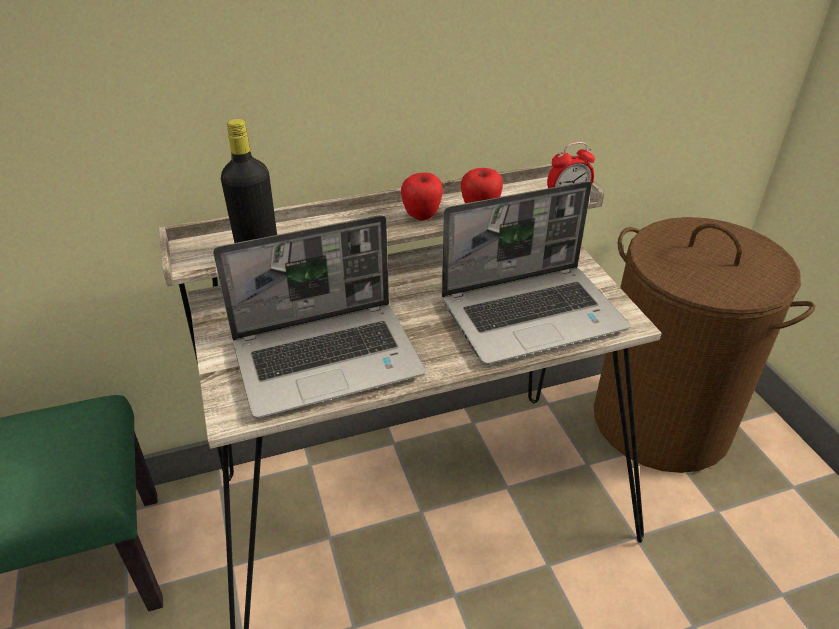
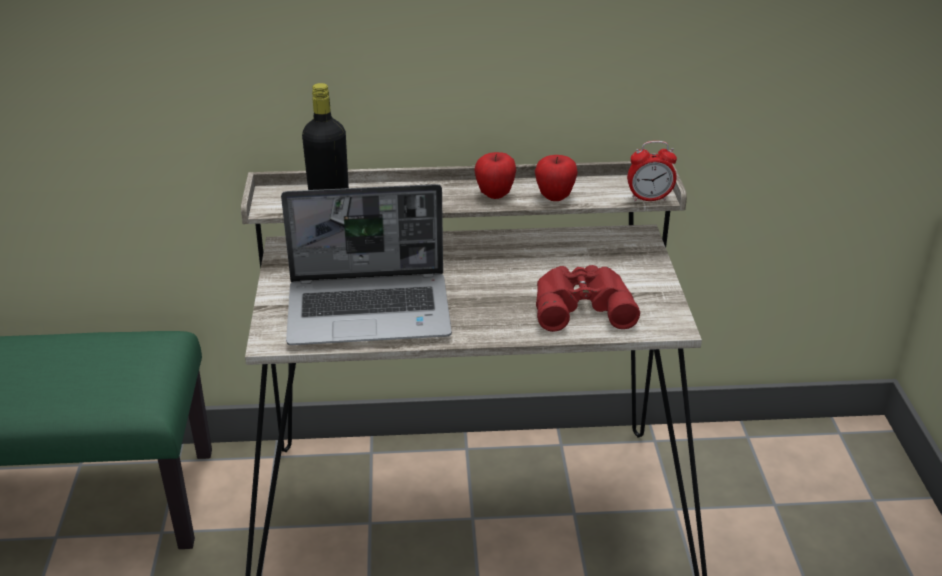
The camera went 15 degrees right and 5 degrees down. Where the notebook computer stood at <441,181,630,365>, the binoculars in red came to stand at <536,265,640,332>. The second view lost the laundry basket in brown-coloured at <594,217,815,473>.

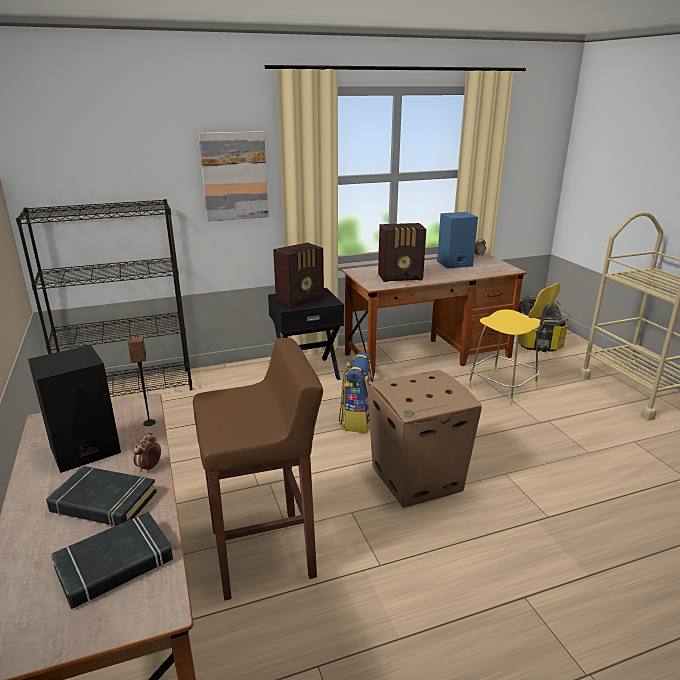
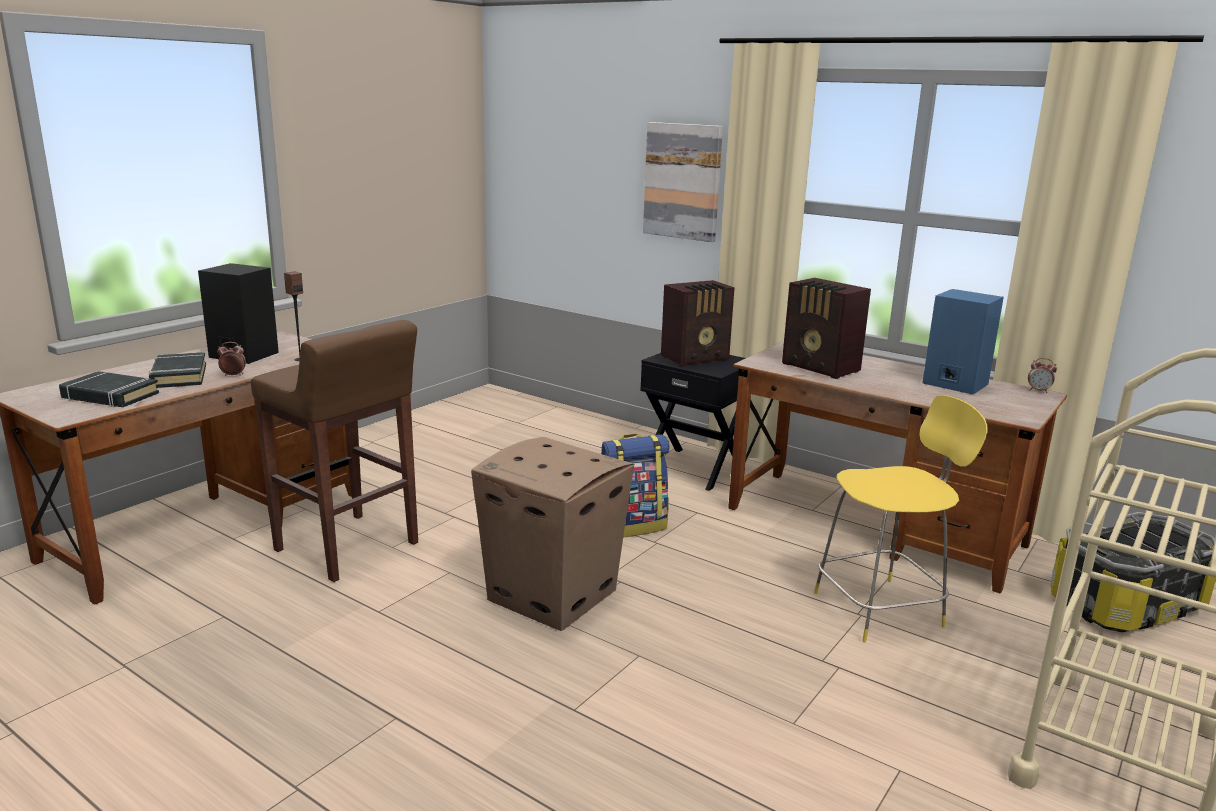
The camera went 55 degrees right and 5 degrees down. The second view lost the shelving unit in blackish at <16,199,193,397>. The radio set at <273,243,324,307> ended up facing another way, 45 degrees counterclockwise from before. The upright chair in yellowish at <468,283,560,405> ended up facing another way, 120 degrees counterclockwise from before.

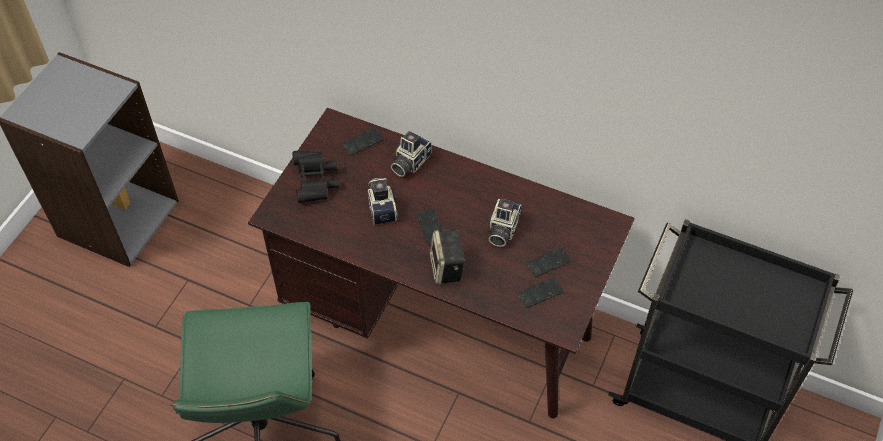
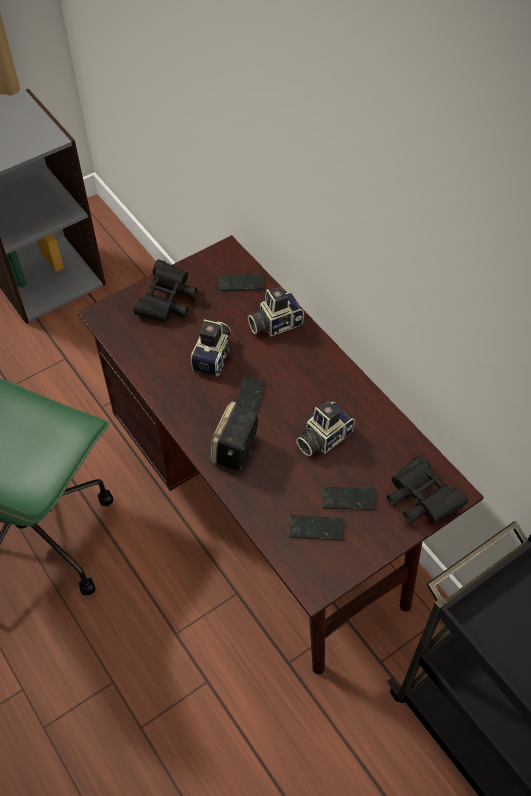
The camera went 30 degrees right and 0 degrees up. The second view gained the binoculars in blackish at <387,455,468,524>.

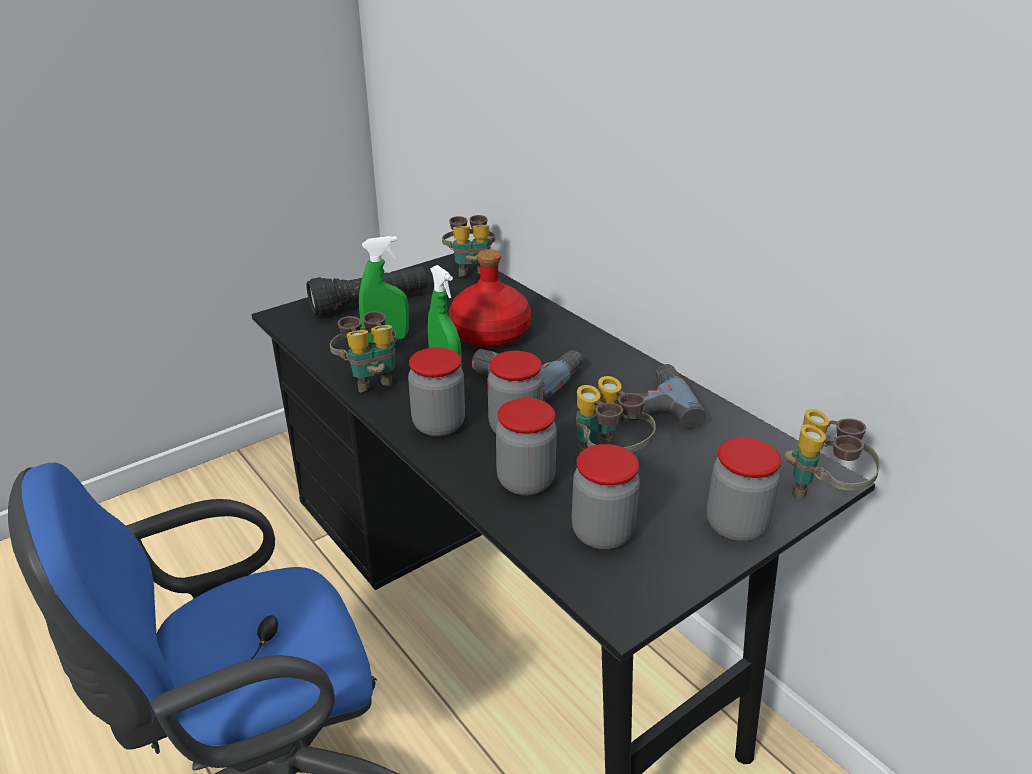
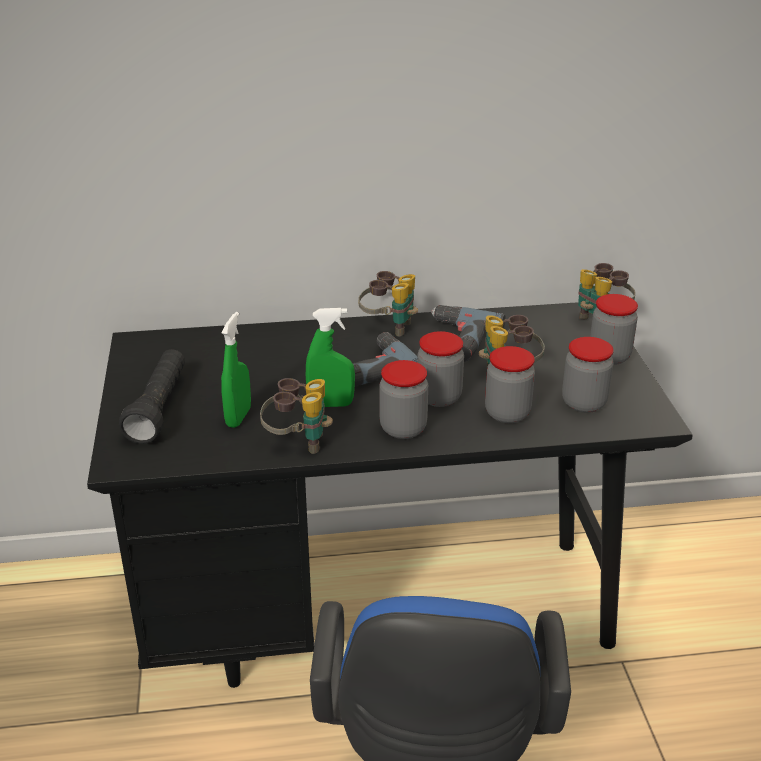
The camera went 60 degrees left and 0 degrees up. The binoculars ended up elsewhere, having gone from <442,215,495,277> to <359,271,418,336>. The second view lost the beverage bottle in red at <449,249,531,348>.

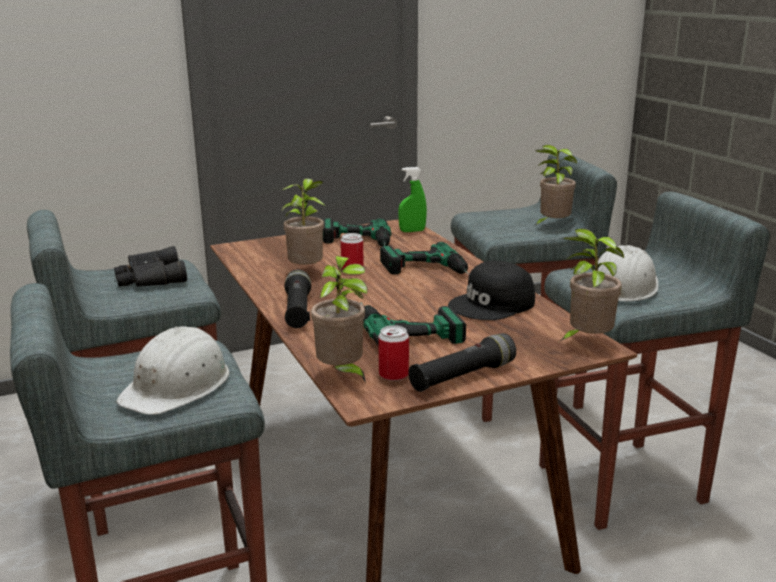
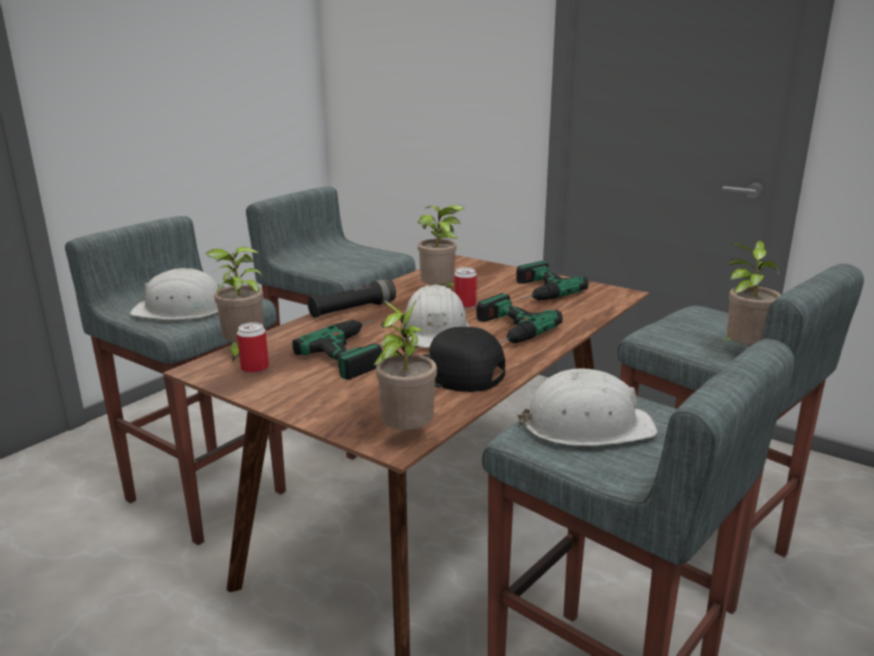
The camera went 60 degrees right and 0 degrees up. The second view lost the binoculars in blackish at <114,246,187,287>. The second view lost the spray bottle in green-coloured at <398,167,427,232>. The second view lost the torch in blackish at <408,333,516,392>. The second view gained the work helmet in whitish at <401,284,469,348>.

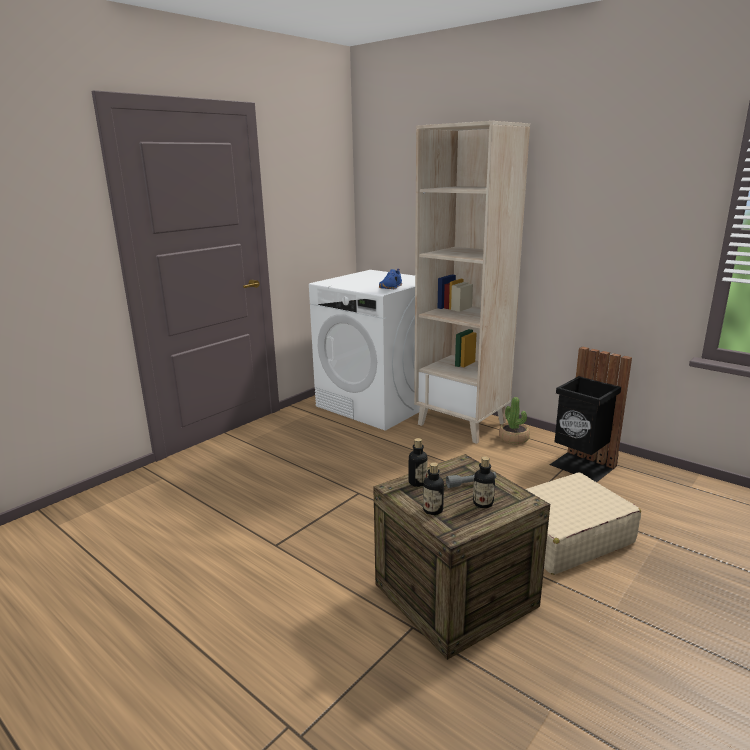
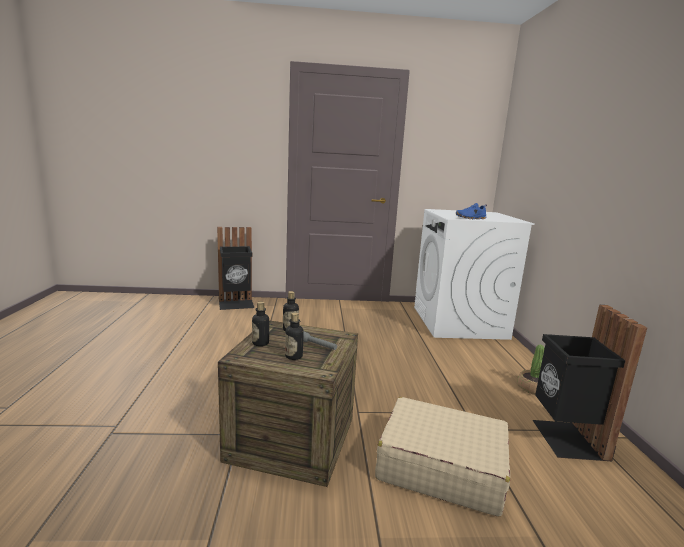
The camera went 45 degrees right and 5 degrees down. The second view lost the shelving unit in beige at <414,121,530,444>. The second view gained the waste bin in blackish at <217,227,254,310>.

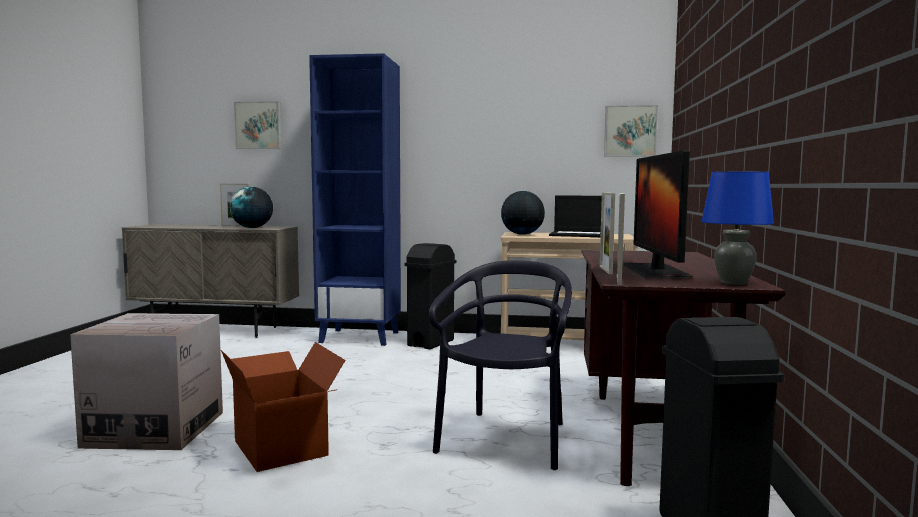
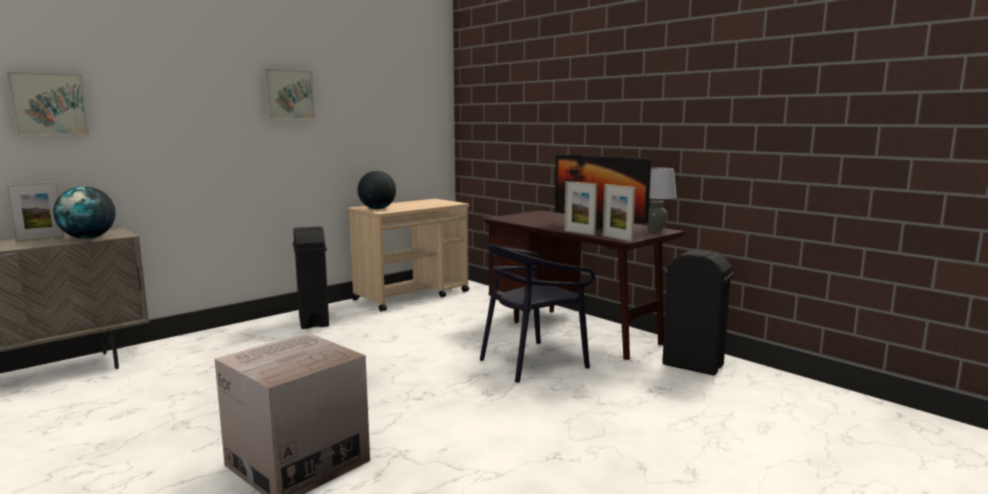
The camera went 50 degrees left and 5 degrees up. The second view lost the cardboard box at <221,342,345,472>. The second view lost the shelving unit in blue-coloured at <309,53,401,346>. The upright chair in blackish at <429,260,572,470> ended up facing another way, 90 degrees counterclockwise from before. The second view lost the notebook computer at <549,195,602,237>. The wall art ended up elsewhere, having gone from <604,105,658,157> to <264,69,315,119>. What was the lamp for a table in blue-coloured at <701,172,774,285> turned into the lamp for a table in gray at <646,167,677,232>.

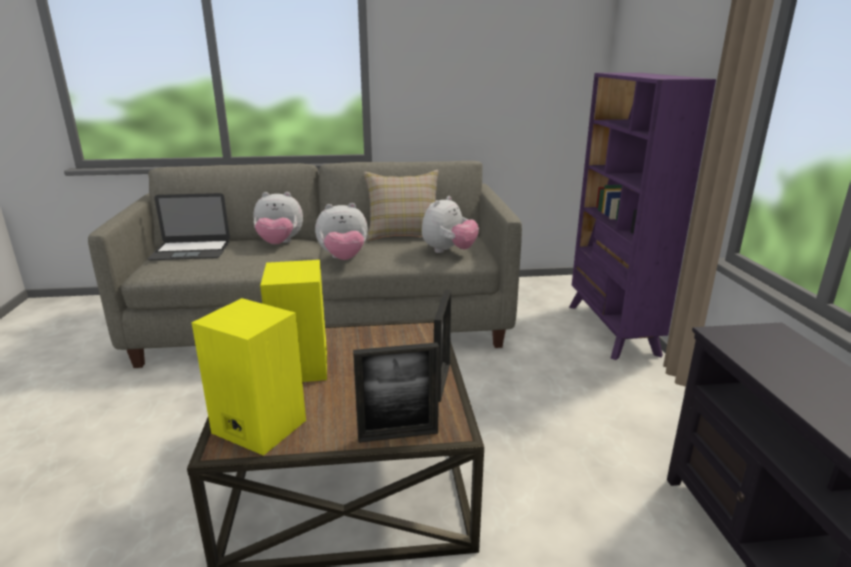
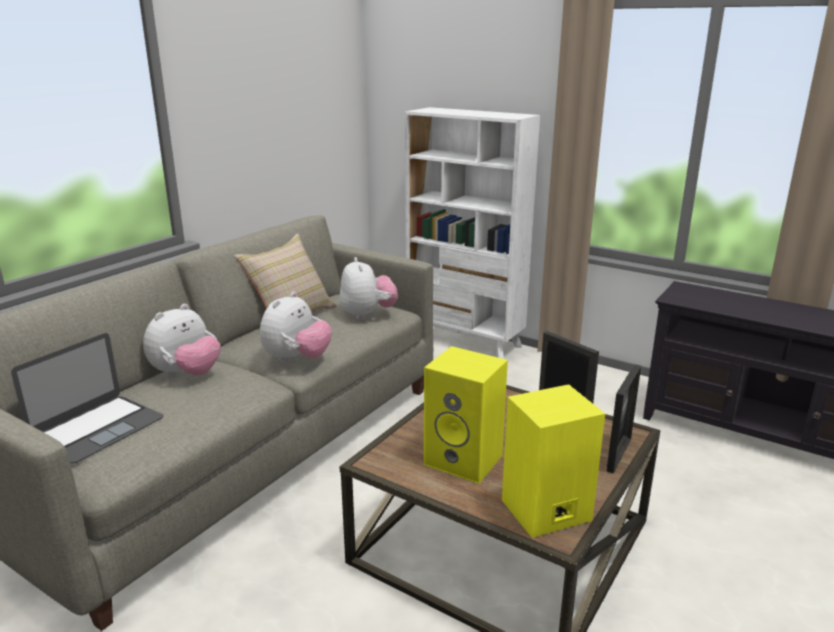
The camera went 50 degrees left and 0 degrees up. What was the shelving unit in purple at <569,73,716,360> turned into the shelving unit in whitish at <405,107,540,359>.

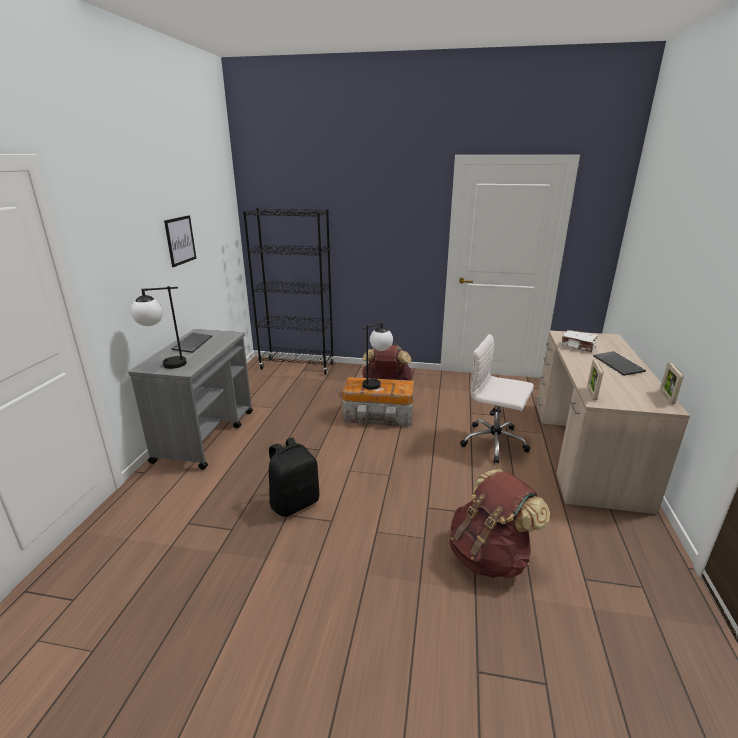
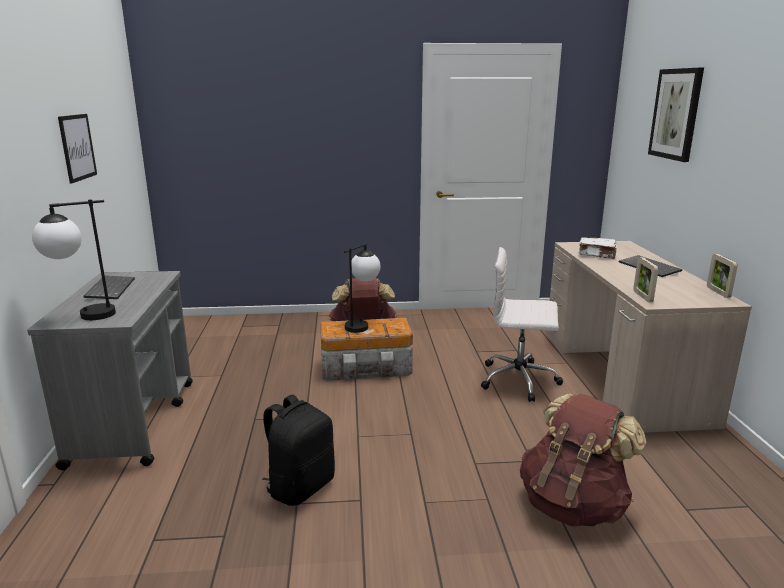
The camera went 15 degrees left and 5 degrees down. The second view lost the shelving unit in blackish at <243,208,334,374>. The second view gained the wall art at <648,68,704,162>.

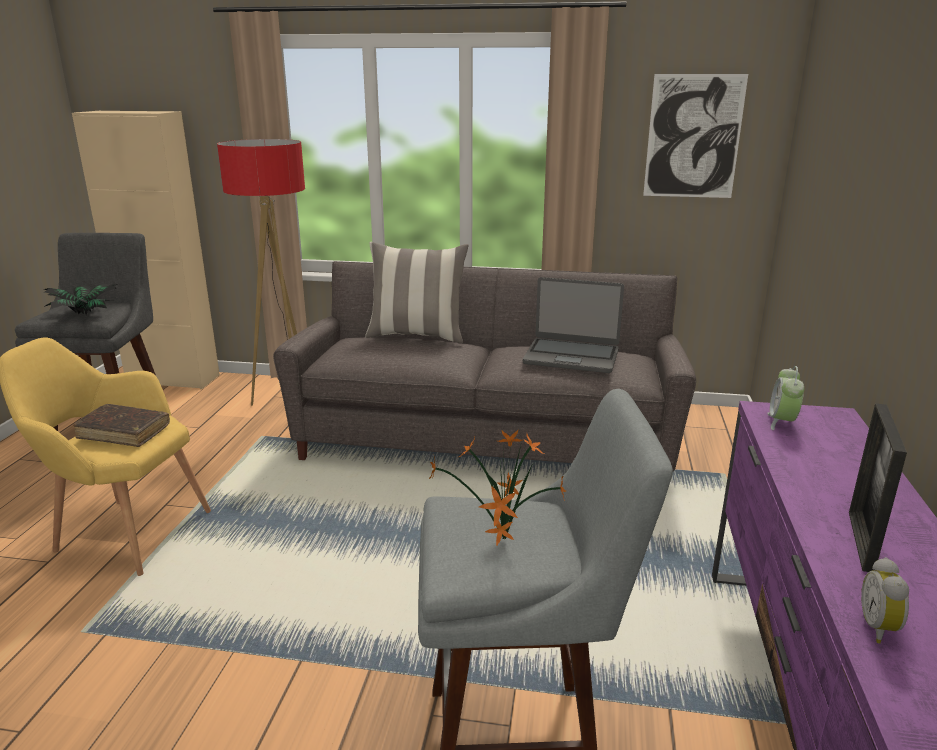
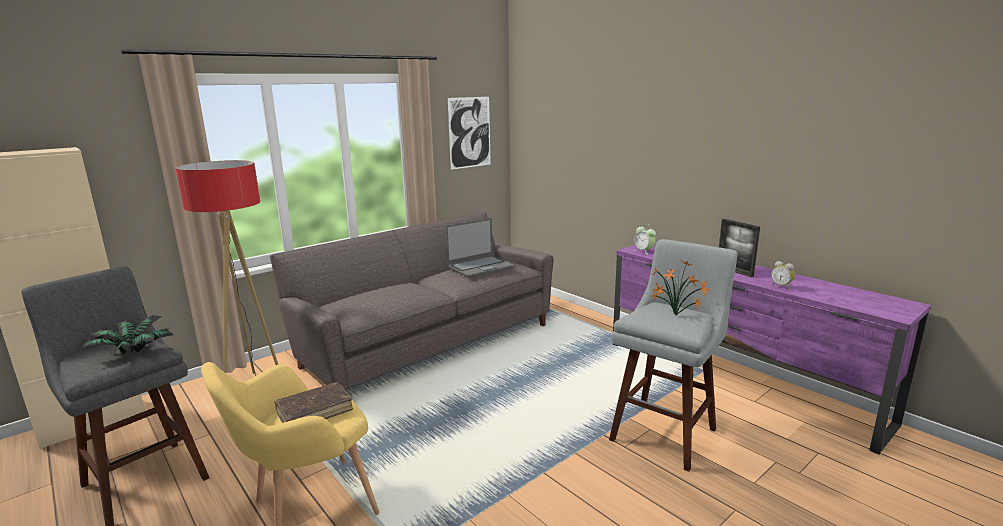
The camera went 50 degrees left and 5 degrees down. The second view lost the pillow at <365,242,468,343>.

